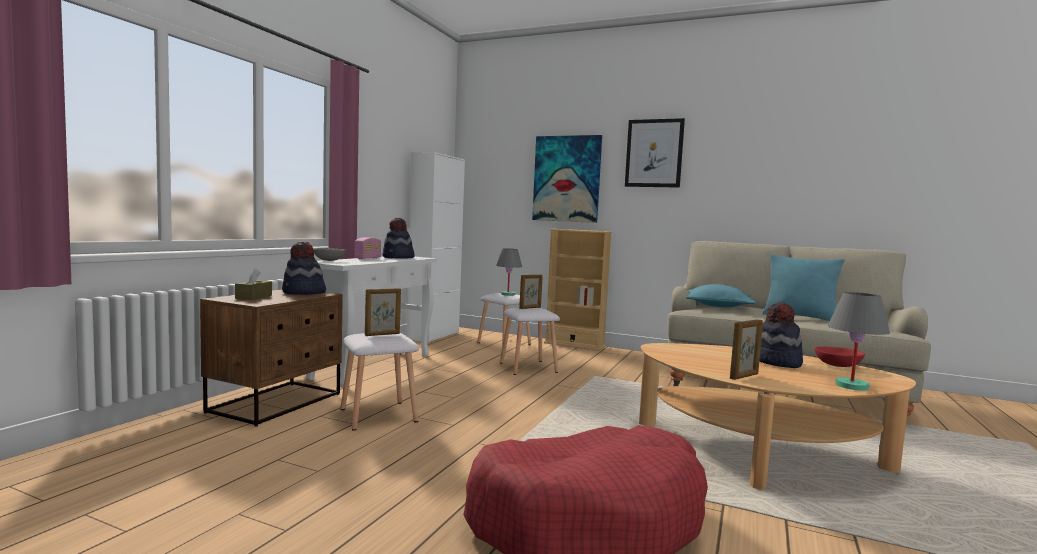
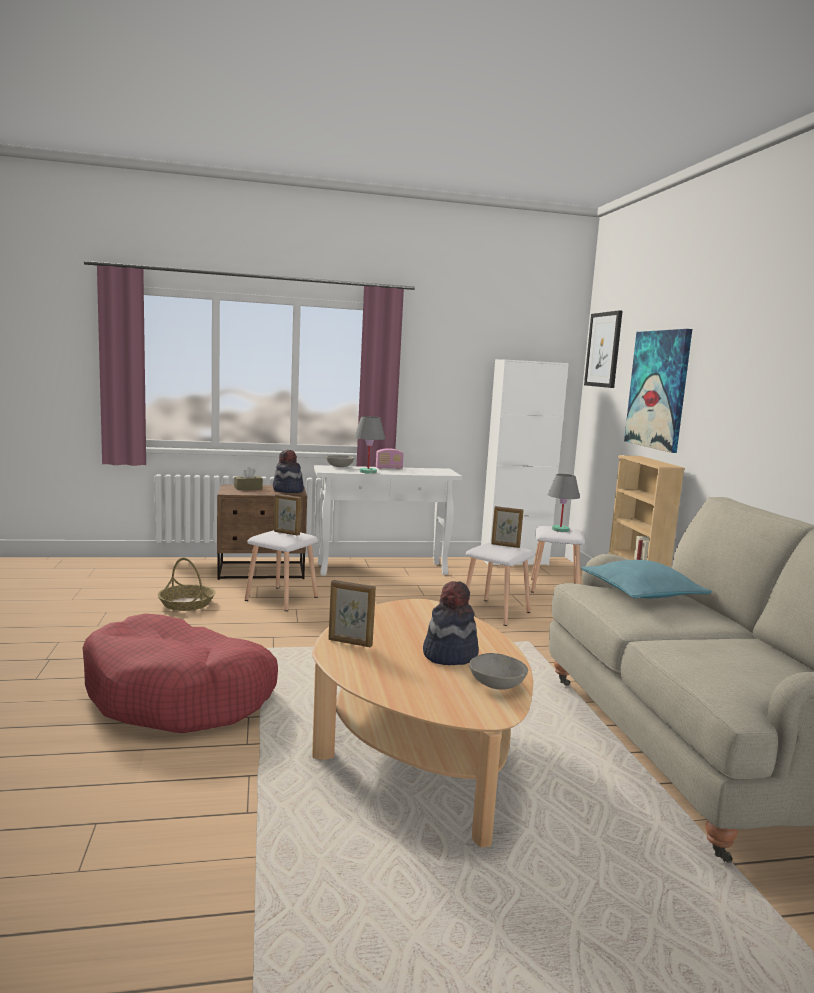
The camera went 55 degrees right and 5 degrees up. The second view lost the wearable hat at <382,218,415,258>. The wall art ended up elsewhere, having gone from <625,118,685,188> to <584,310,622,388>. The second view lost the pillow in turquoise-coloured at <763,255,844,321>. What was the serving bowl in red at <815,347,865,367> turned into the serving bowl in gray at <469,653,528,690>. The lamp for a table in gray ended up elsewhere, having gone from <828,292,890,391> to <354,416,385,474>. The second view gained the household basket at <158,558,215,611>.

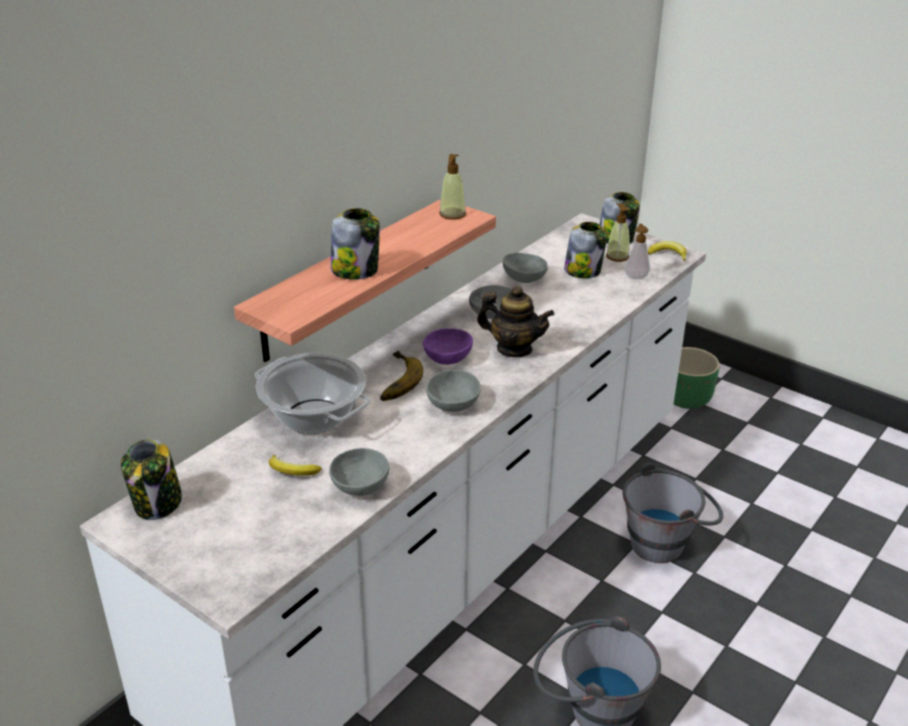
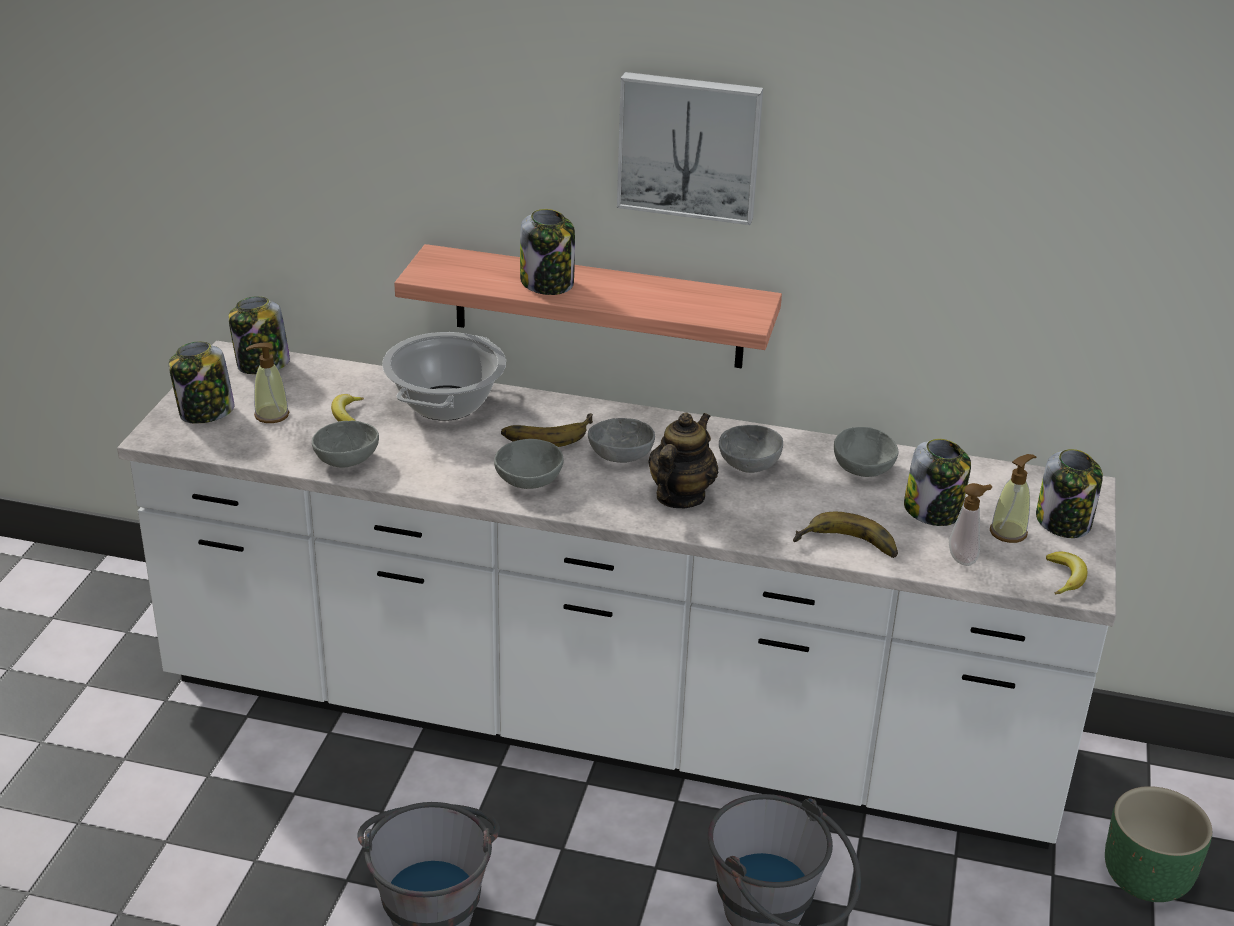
The camera went 65 degrees right and 0 degrees up. What was the serving bowl in purple at <423,328,473,365> turned into the serving bowl in gray at <588,418,655,463>. The liquid soap bottle ended up elsewhere, having gone from <439,154,466,220> to <246,342,289,423>. The teapot at <477,286,554,357> ended up facing another way, 150 degrees counterclockwise from before. The second view gained the jar at <169,341,235,424>. The second view gained the wall art at <617,72,763,225>. The second view gained the banana at <793,512,898,558>.

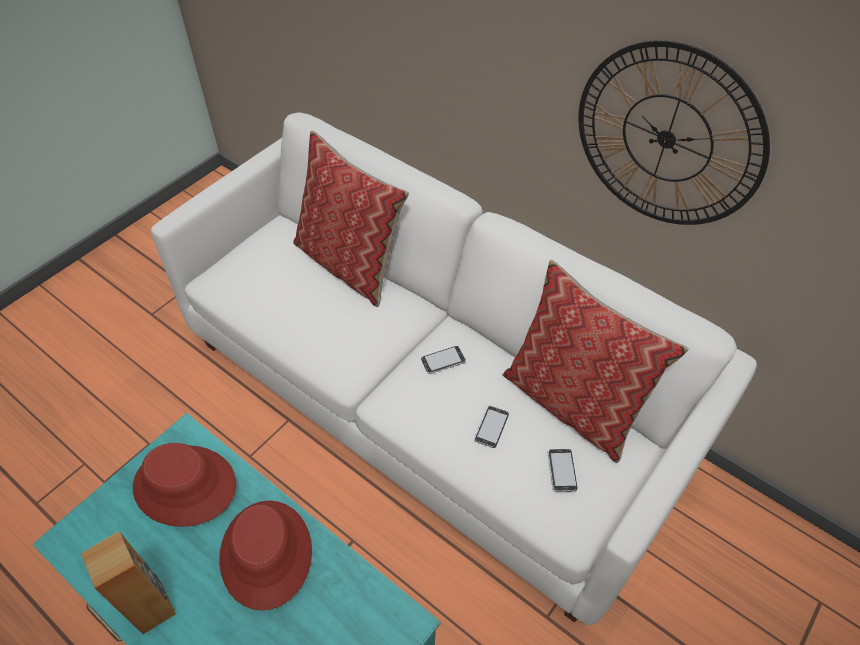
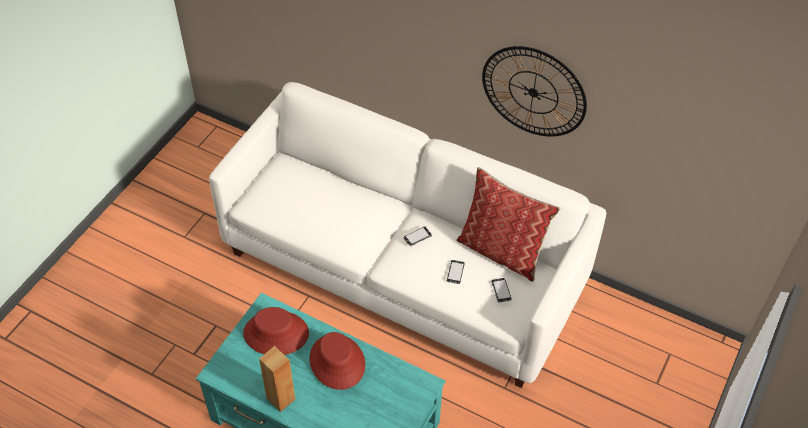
The camera went 10 degrees left and 0 degrees up. The second view lost the pillow at <293,131,409,307>.

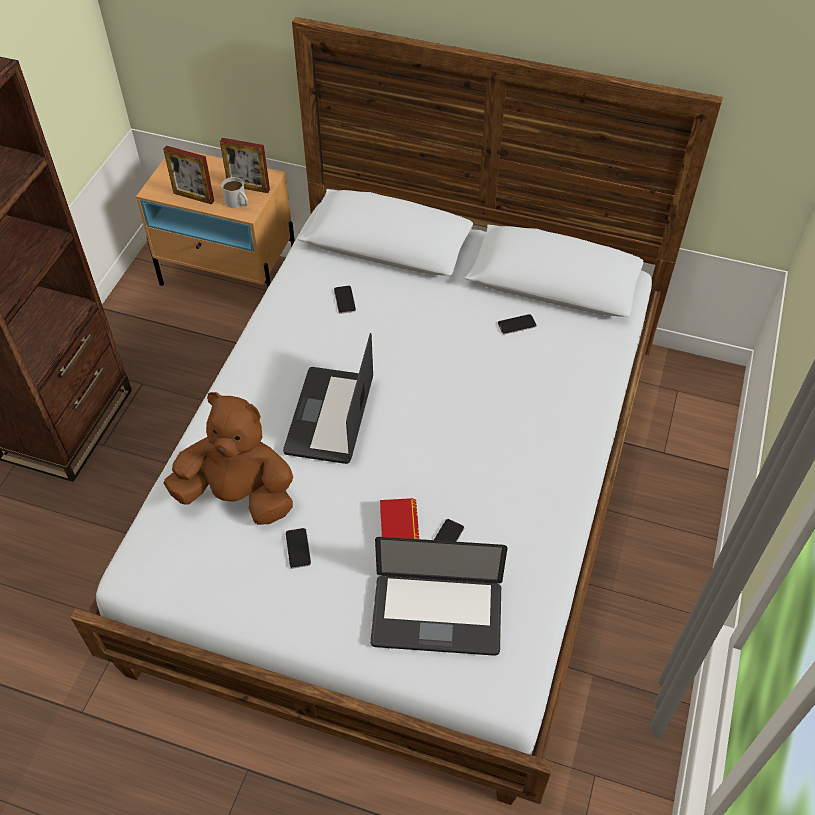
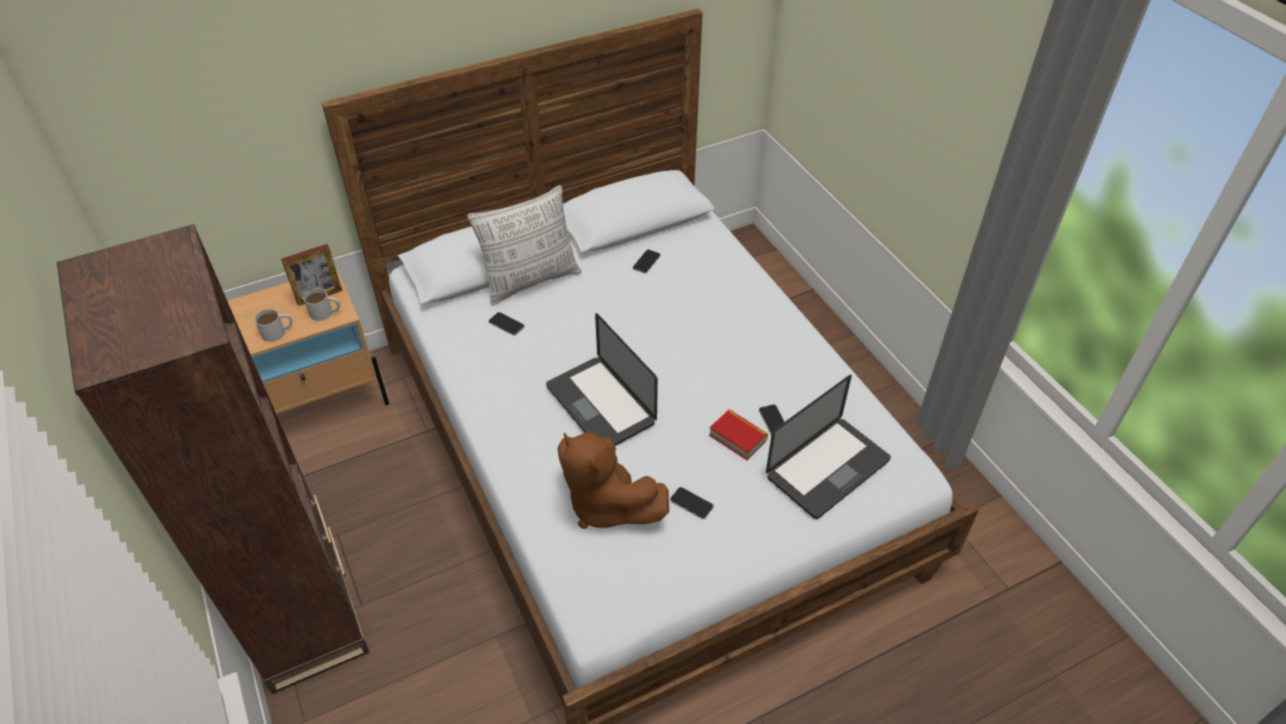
The camera went 45 degrees left and 5 degrees down. Where the standing frame stood at <163,146,214,205>, the mug in whitish came to stand at <254,309,293,342>. The cuddly toy in brown-coloured at <163,392,293,525> ended up facing another way, 105 degrees counterclockwise from before. The second view gained the pillow at <467,185,581,306>.

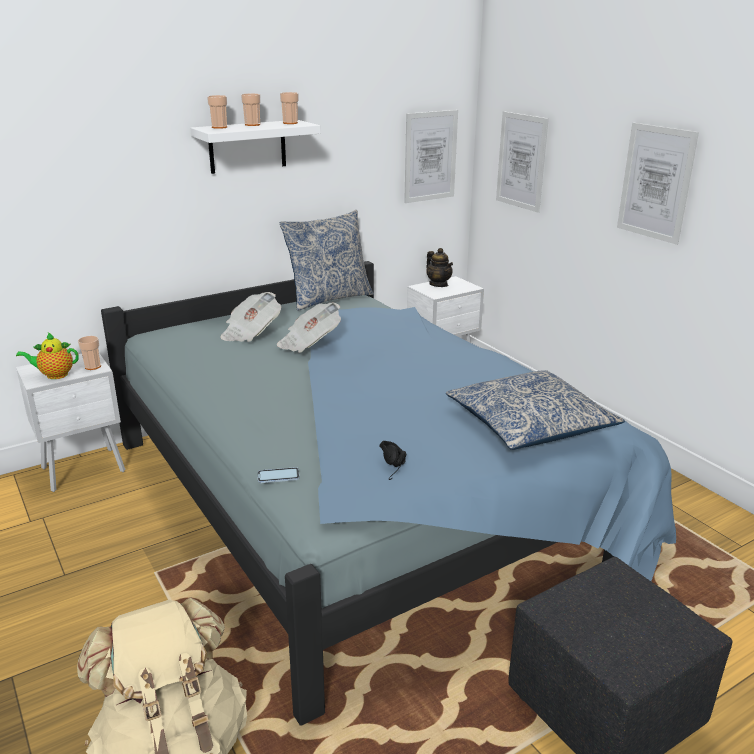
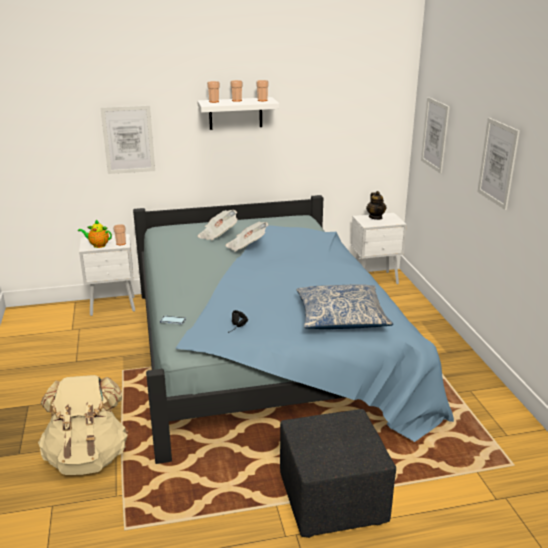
The camera went 20 degrees right and 0 degrees up. The second view lost the pillow at <280,210,374,311>. The wall art ended up elsewhere, having gone from <404,110,458,203> to <100,105,155,174>.

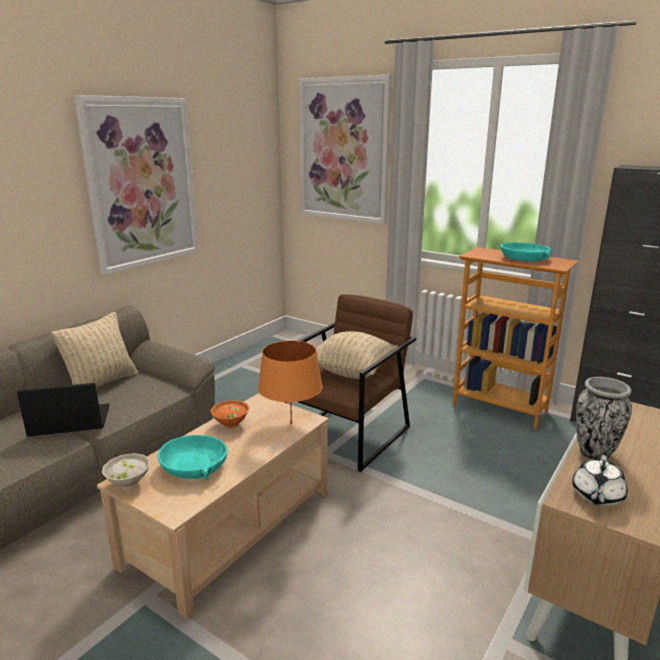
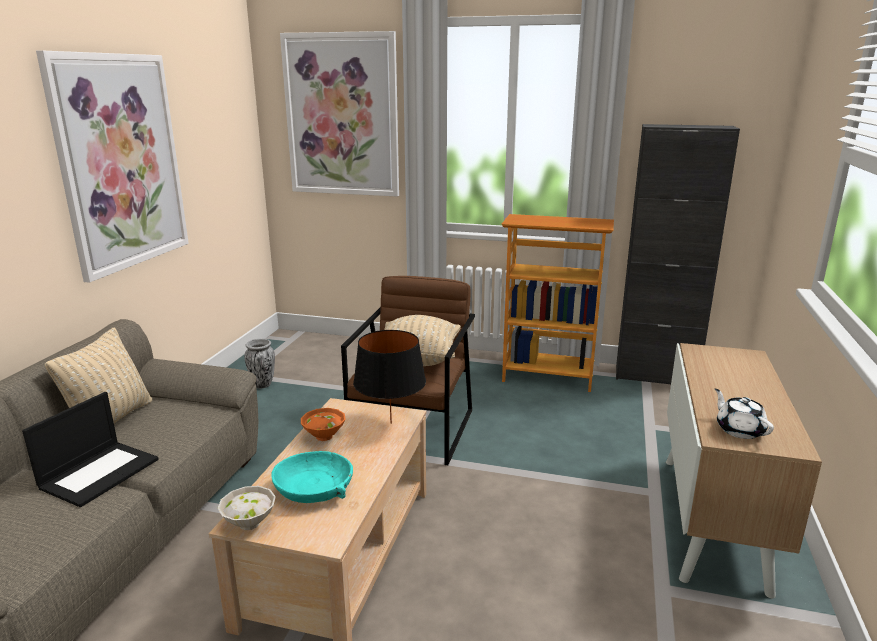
The camera went 20 degrees left and 0 degrees up. The notebook computer at <17,383,110,437> ended up facing another way, 150 degrees clockwise from before. What was the lamp for a table in orange at <258,341,323,424> turned into the lamp for a table in blackish at <353,330,426,424>. The second view lost the serving bowl in turquoise-coloured at <500,242,551,262>. The teapot in whitish at <572,455,627,506> ended up facing another way, 150 degrees clockwise from before. The vase ended up elsewhere, having gone from <576,377,632,460> to <244,339,275,388>.

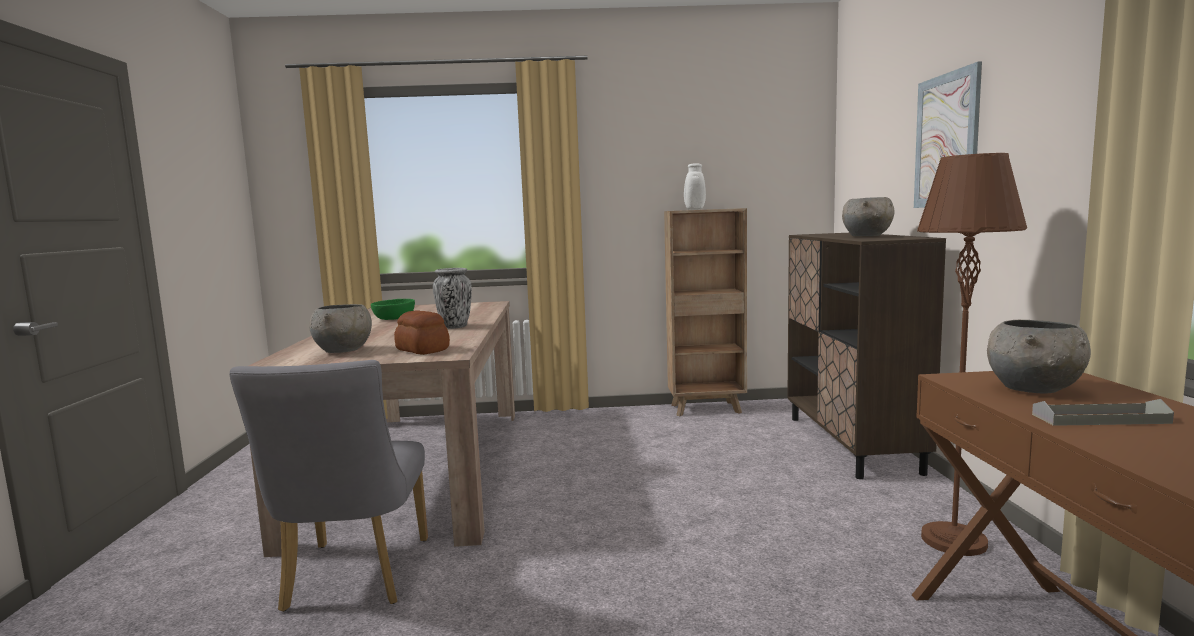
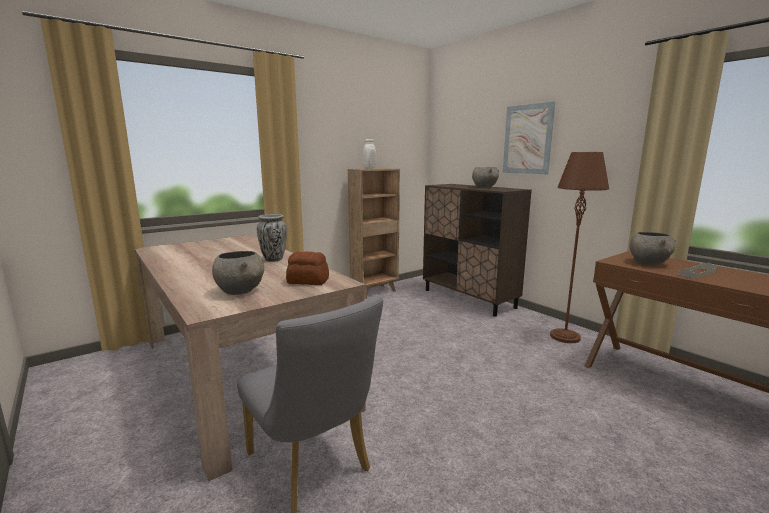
The camera went 35 degrees left and 5 degrees up. The second view lost the serving bowl in green-coloured at <371,299,415,320>.

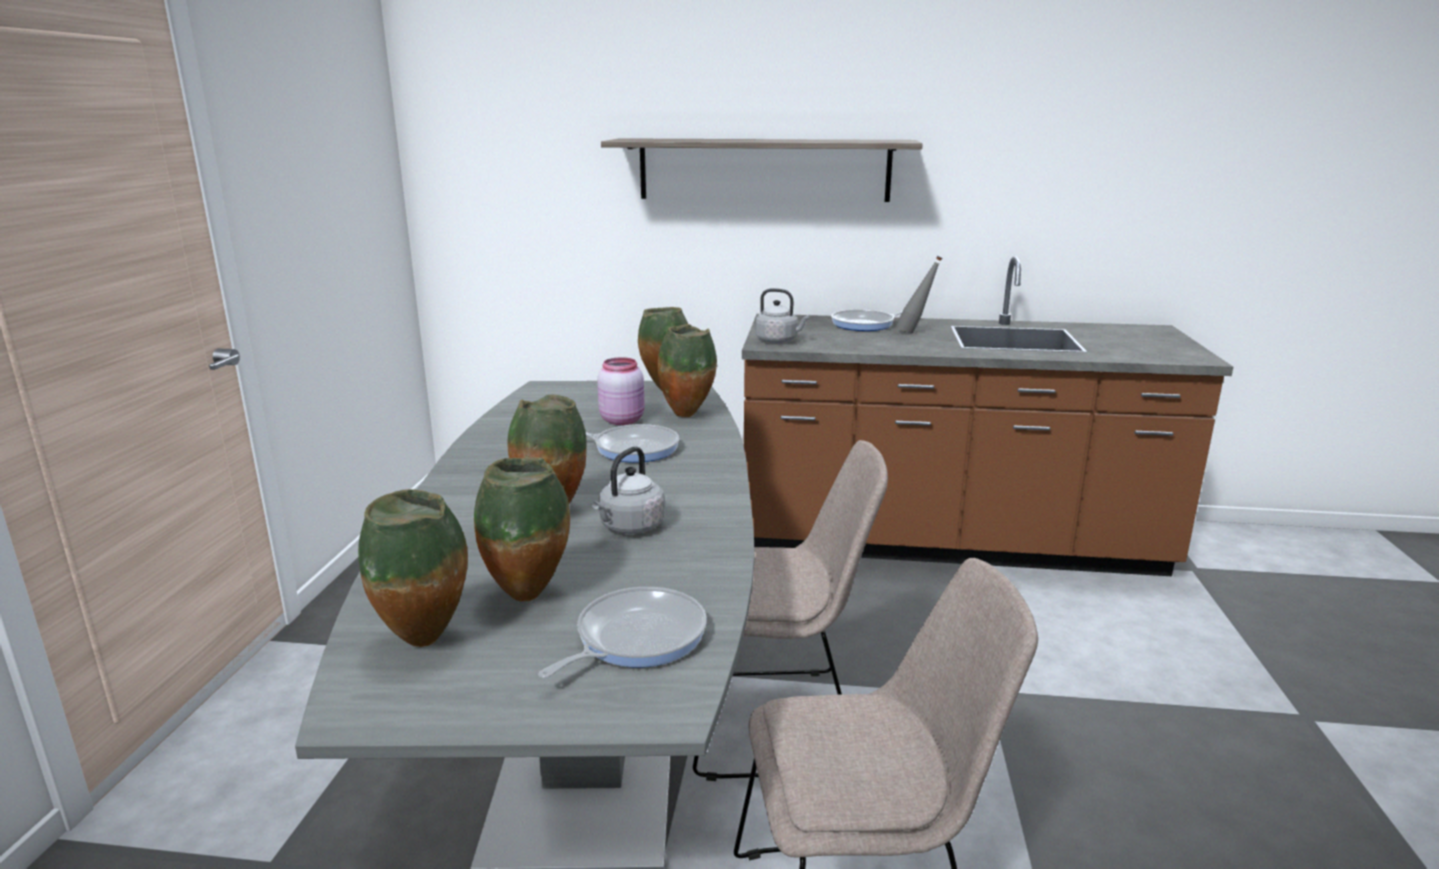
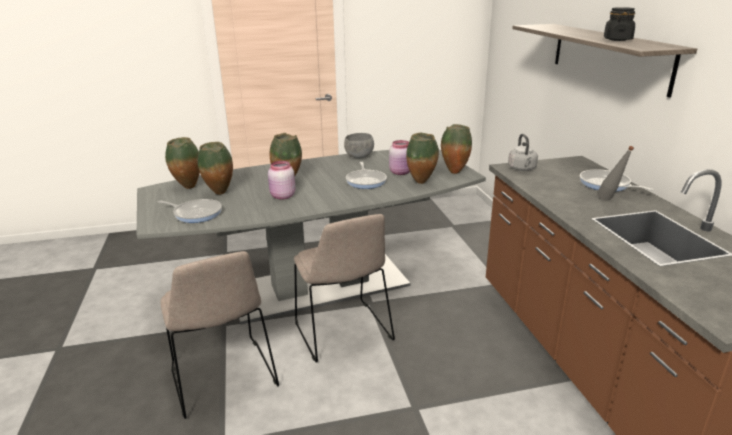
The camera went 70 degrees right and 5 degrees up. Where the tea kettle in gray stood at <592,447,665,534>, the jar in pink-coloured came to stand at <268,161,295,200>. The second view gained the serving bowl in gray at <344,133,374,158>. The second view gained the jar in blackish at <604,7,635,41>.

